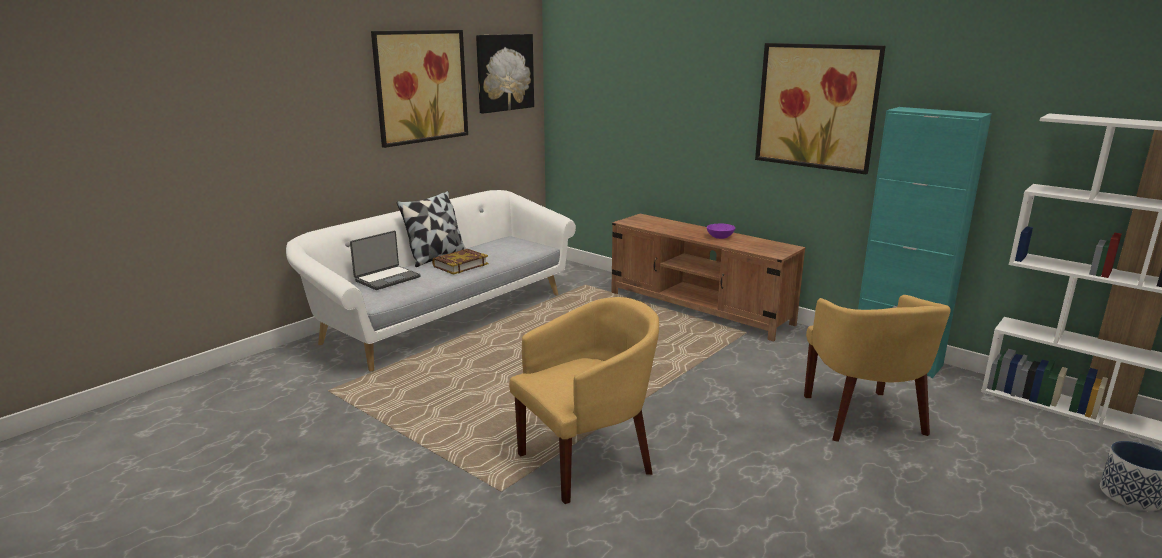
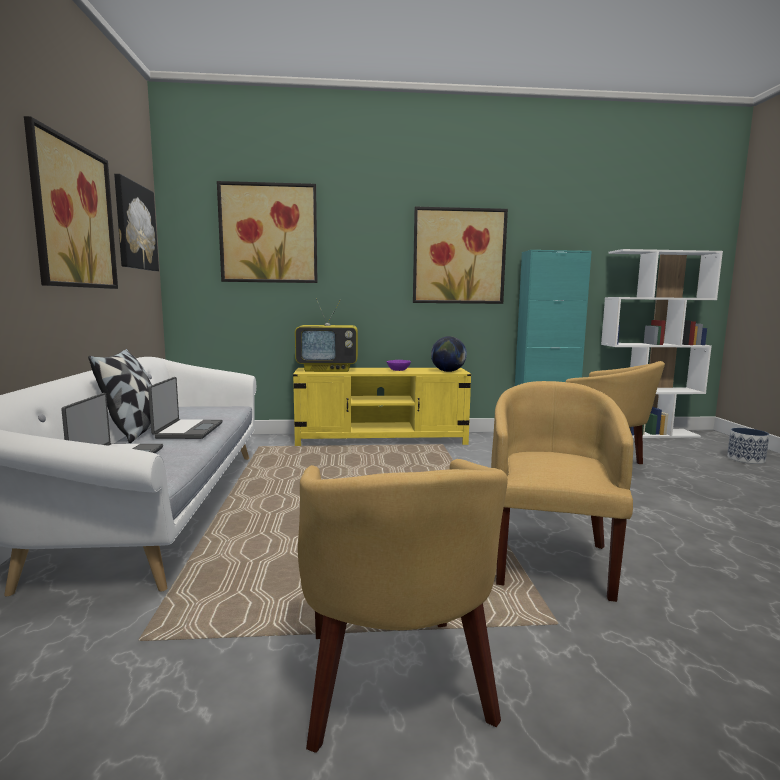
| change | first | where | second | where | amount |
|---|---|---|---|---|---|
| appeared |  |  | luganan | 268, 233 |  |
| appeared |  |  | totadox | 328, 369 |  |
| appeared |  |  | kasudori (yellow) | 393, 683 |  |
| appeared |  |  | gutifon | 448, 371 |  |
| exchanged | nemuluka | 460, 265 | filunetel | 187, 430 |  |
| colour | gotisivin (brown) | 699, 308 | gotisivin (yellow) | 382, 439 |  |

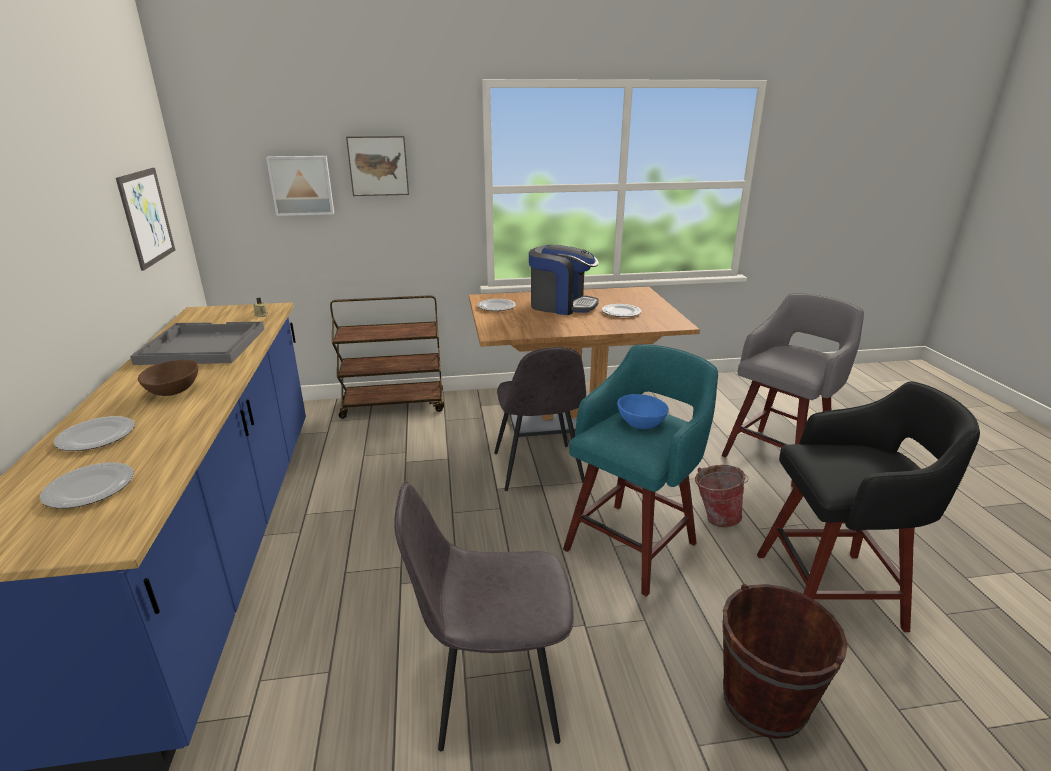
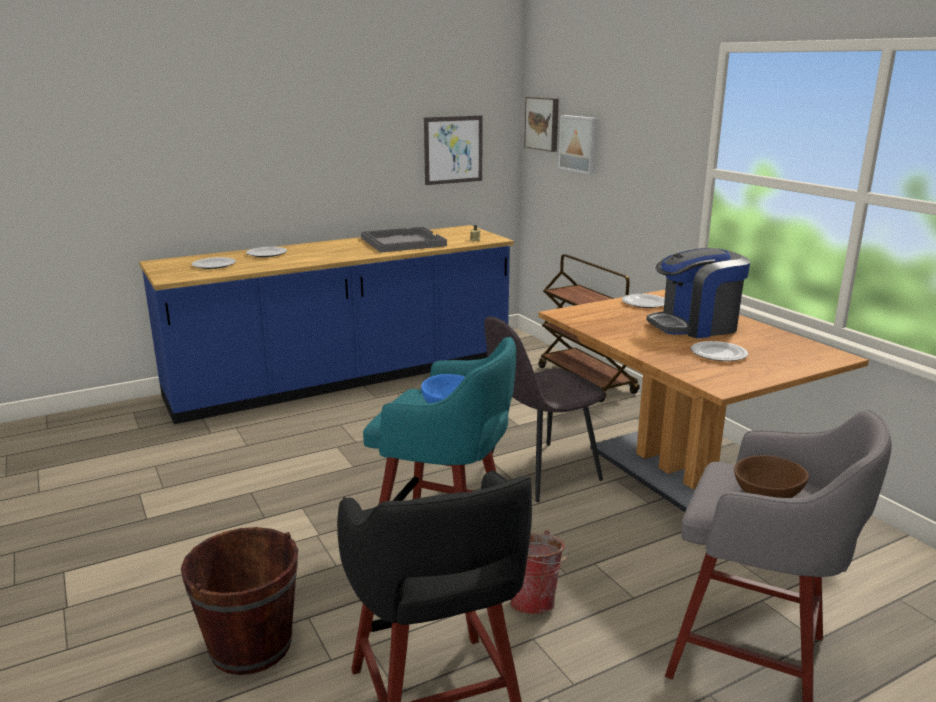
| change | first | where | second | where | amount |
|---|---|---|---|---|---|
| missing | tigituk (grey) | 492, 687 |  |  |  |
| relocated | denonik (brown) | 174, 390 |  | 767, 495 |  |
| relocated | luganan | 378, 165 |  | 543, 123 |  |
| spun | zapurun | 561, 305 |  | 695, 326 | 75 degrees clockwise |

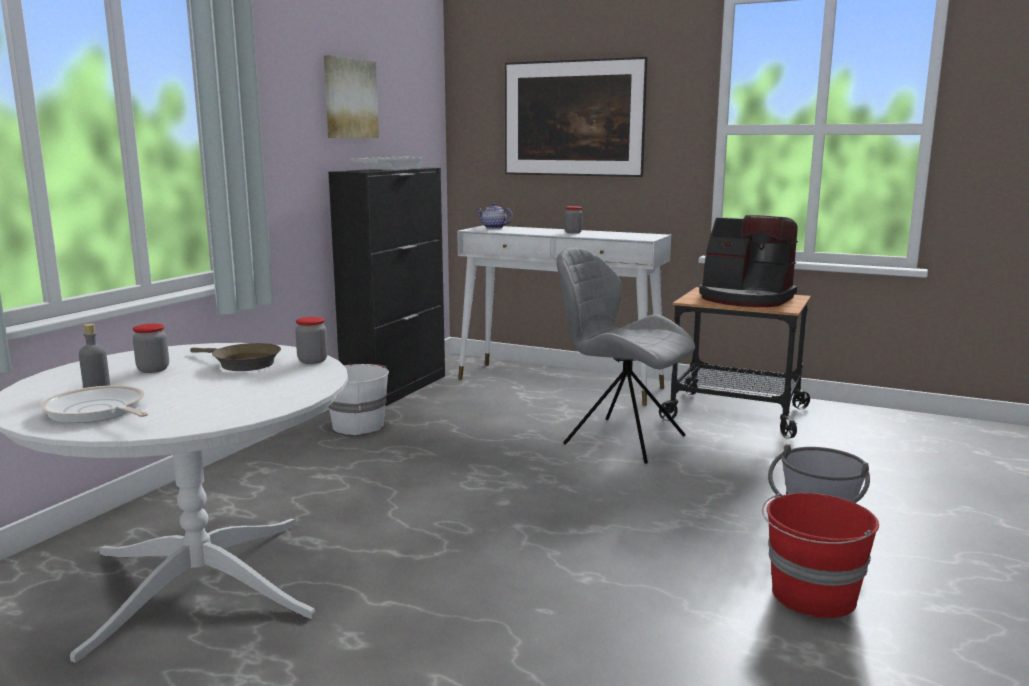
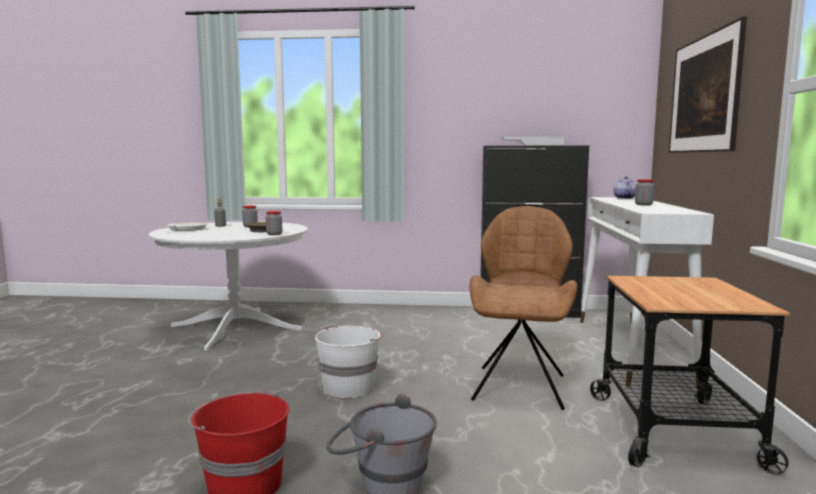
| change | first | where | second | where | amount |
|---|---|---|---|---|---|
| missing | luganan | 349, 98 |  |  |  |
| missing | zapurun | 745, 298 |  |  |  |
| relocated | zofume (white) | 357, 425 |  | 349, 387 |  |
| colour | tigituk (grey) | 620, 439 | tigituk (brown) | 520, 386 |  |

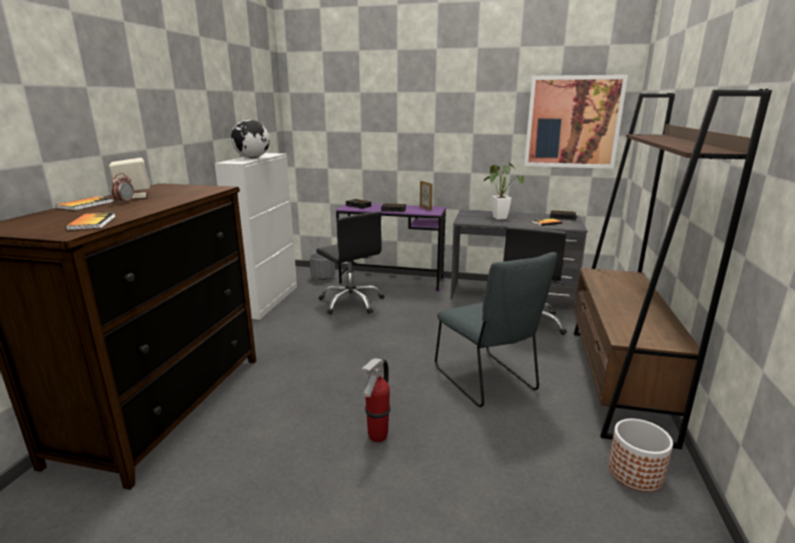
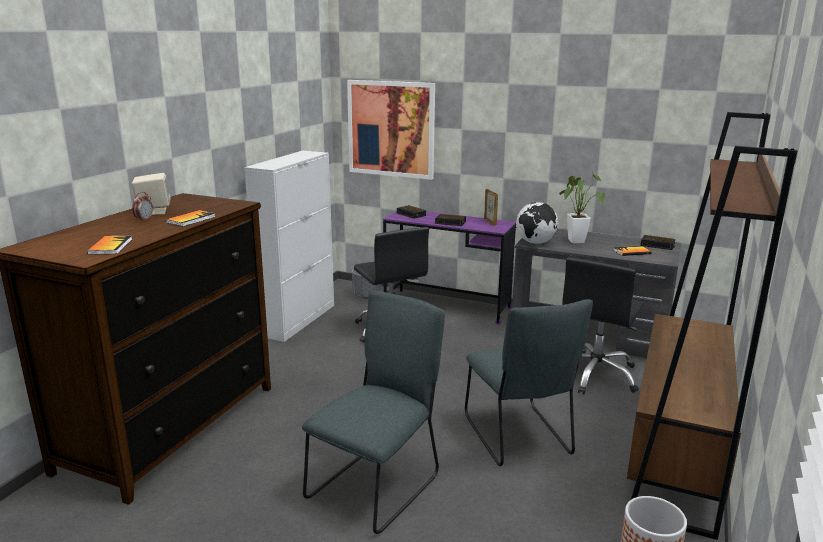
| change | first | where | second | where | amount |
|---|---|---|---|---|---|
| relocated | nemuluka | 86, 205 |  | 191, 219 |  |
| relocated | gutifon | 252, 158 |  | 535, 243 |  |
| relocated | luganan | 573, 122 |  | 391, 129 |  |
| exchanged | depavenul | 377, 437 | tigituk (grey) | 378, 484 |  |

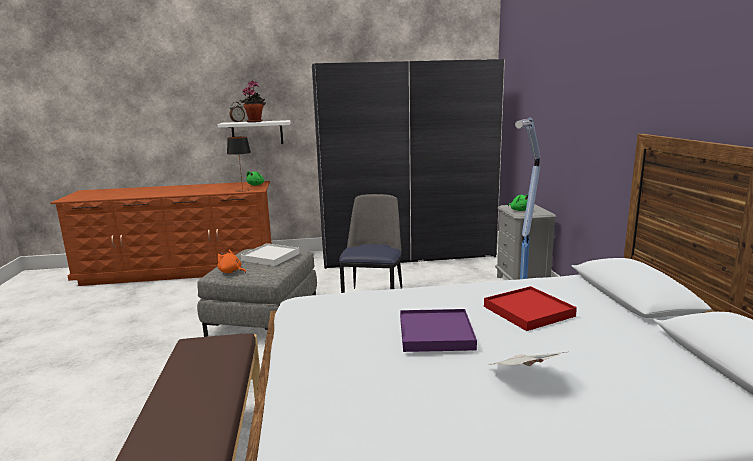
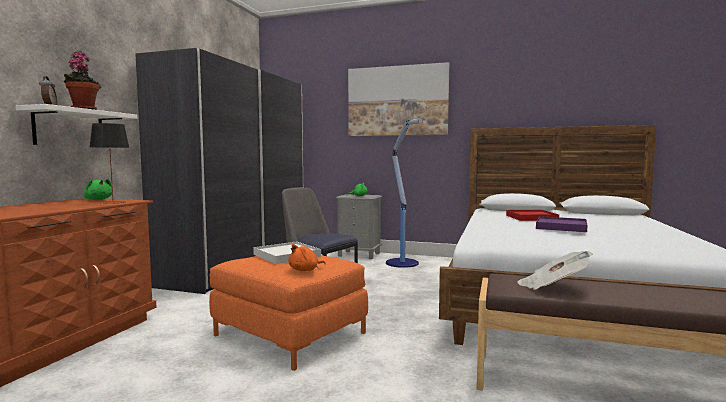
| change | first | where | second | where | amount |
|---|---|---|---|---|---|
| appeared |  |  | luganan | 397, 101 |  |
| relocated | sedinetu | 525, 377 |  | 552, 287 |  |
| colour | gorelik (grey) | 264, 318 | gorelik (orange) | 290, 334 |  |

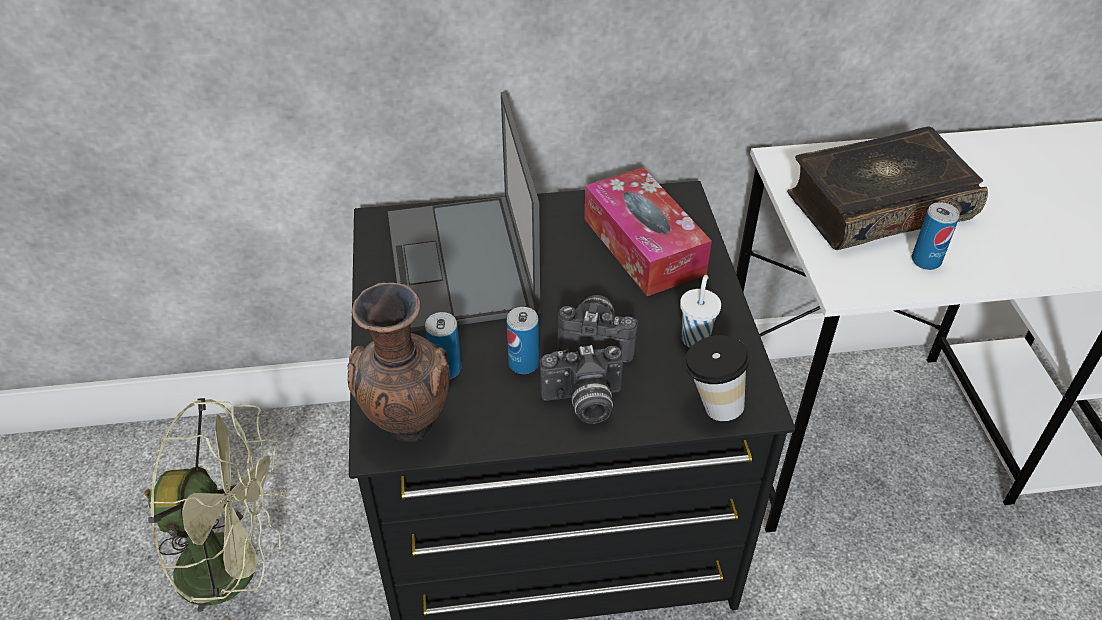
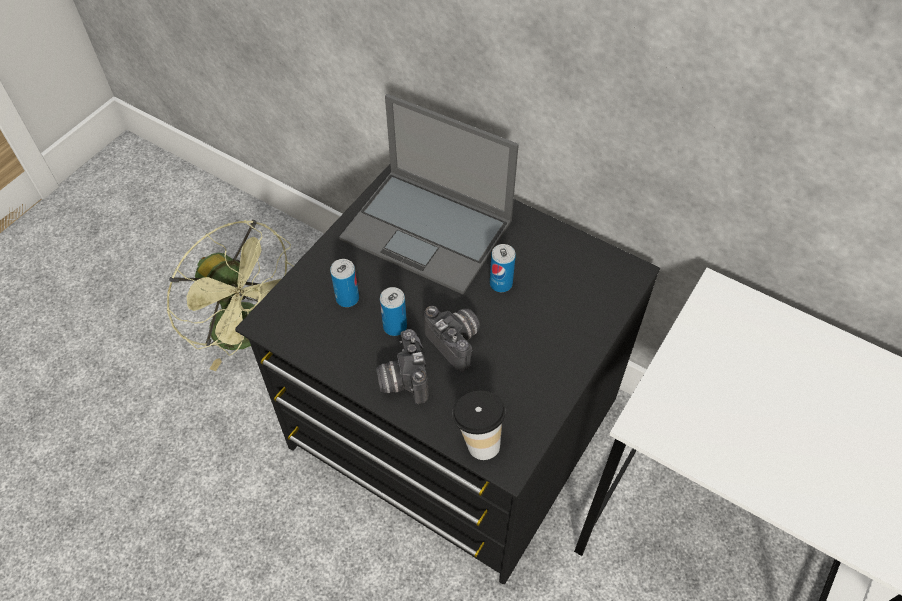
| change | first | where | second | where | amount |
|---|---|---|---|---|---|
| missing | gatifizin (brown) | 407, 429 |  |  |  |
| missing | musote | 643, 246 |  |  |  |
| missing | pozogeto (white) | 695, 338 |  |  |  |
| missing | nemuluka | 877, 205 |  |  |  |
| relocated | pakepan | 926, 261 |  | 501, 284 |  |
| spun | filunetel | 462, 264 |  | 428, 230 | 90 degrees counterclockwise |
| spun | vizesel | 583, 403 |  | 402, 379 | 45 degrees clockwise |

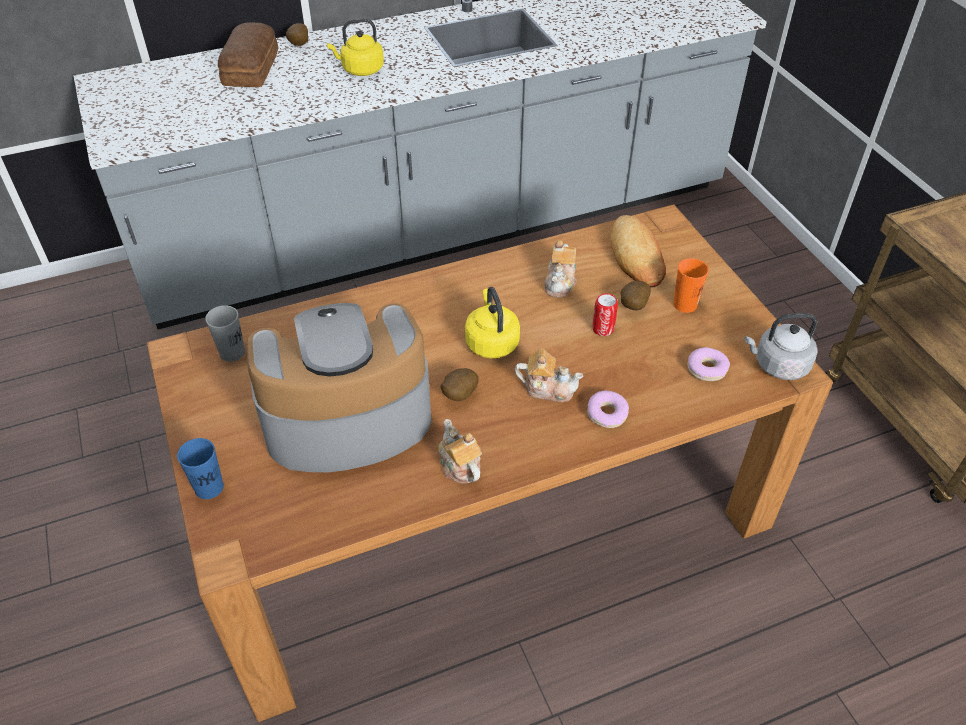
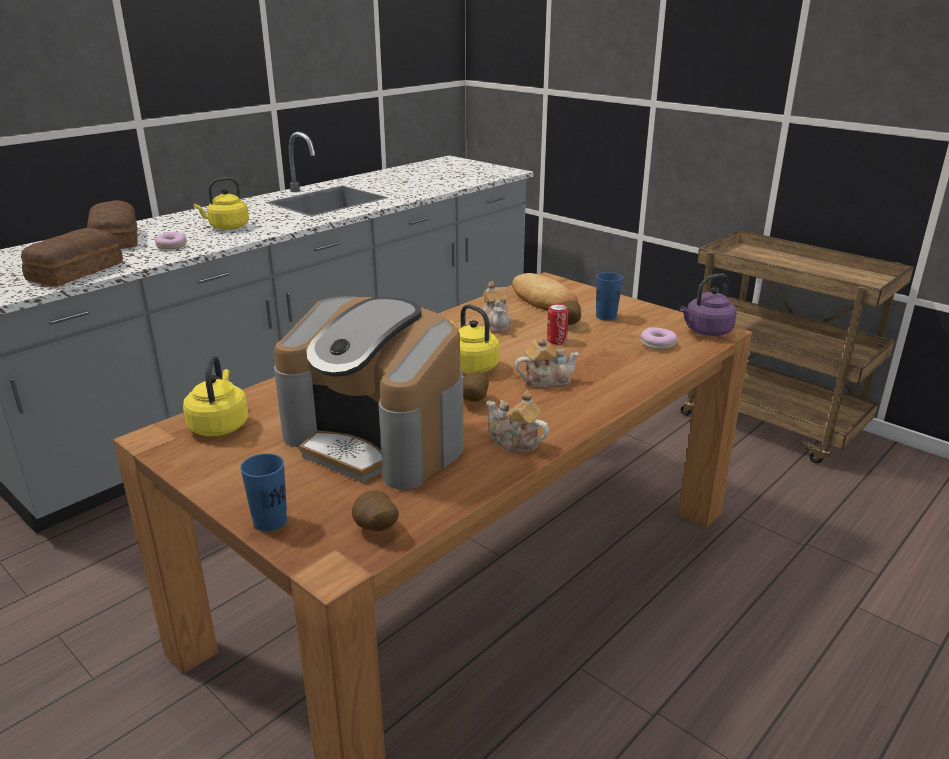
| change | first | where | second | where | amount |
|---|---|---|---|---|---|
| appeared |  |  | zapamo | 73, 272 |  |
| relocated | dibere | 298, 46 |  | 375, 530 |  |
| relocated | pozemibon | 606, 414 |  | 171, 246 |  |
| exchanged | pozogeto (grey) | 232, 353 | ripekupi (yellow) | 219, 425 |  |
| colour | pozogeto (orange) | 685, 304 | pozogeto (blue) | 606, 316 |  |
| colour | ripekupi (grey) | 778, 365 | ripekupi (purple) | 706, 331 |  |
| spun | zapurun | 346, 418 |  | 378, 439 | 105 degrees counterclockwise |

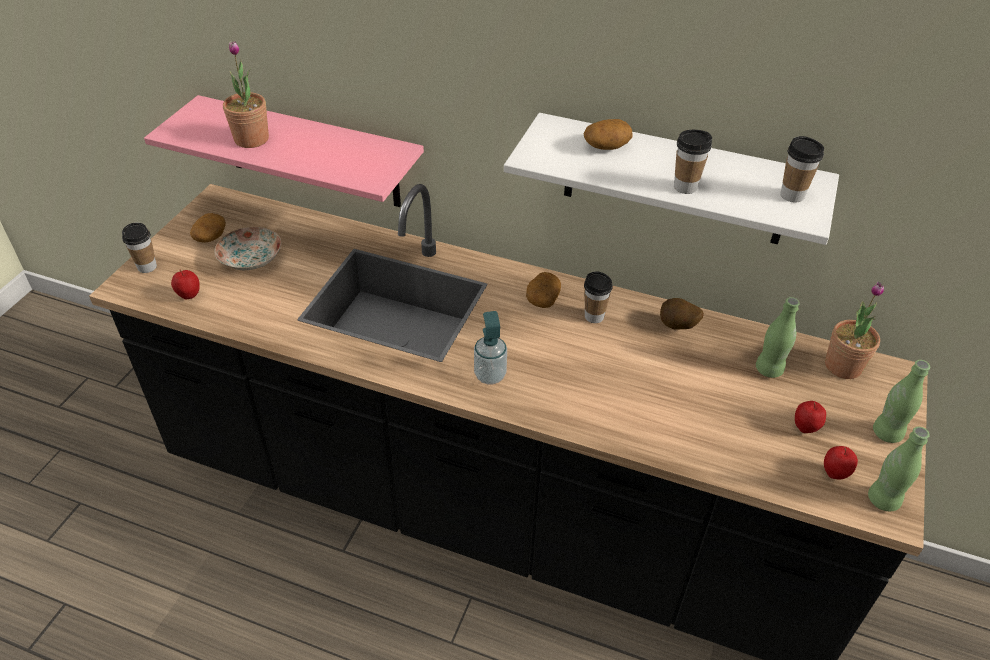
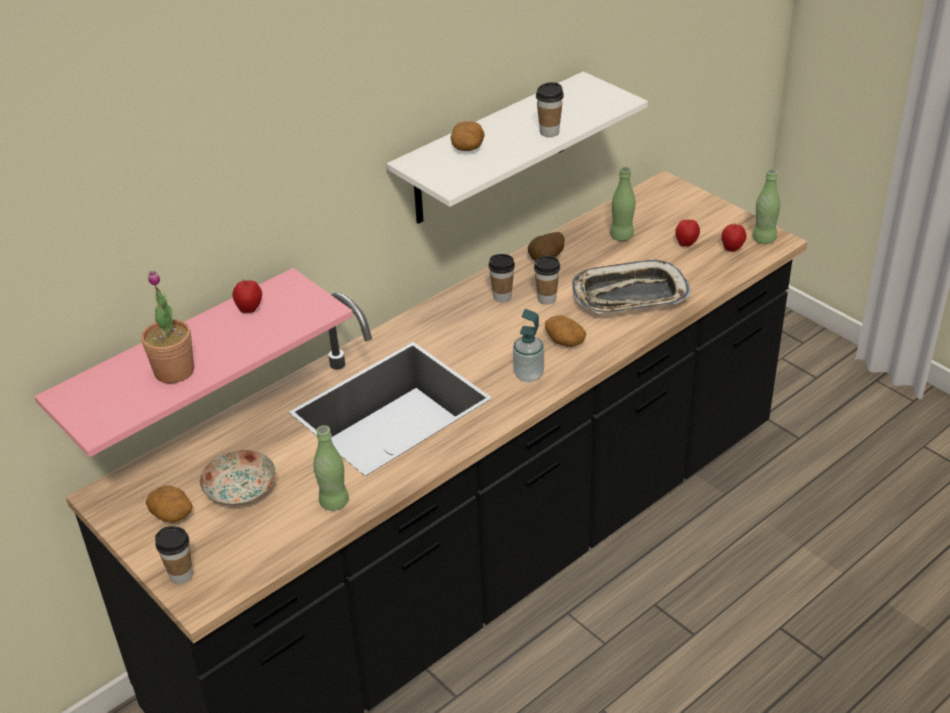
| change | first | where | second | where | amount |
|---|---|---|---|---|---|
| missing | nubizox | 843, 366 |  |  |  |
| appeared |  |  | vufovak | 629, 296 |  |
| relocated | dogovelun | 189, 296 |  | 250, 310 |  |
| relocated | dibere | 542, 298 |  | 564, 340 |  |
| relocated | pozogeto | 792, 195 |  | 547, 299 |  |
| relocated | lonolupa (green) | 887, 433 |  | 334, 502 |  |

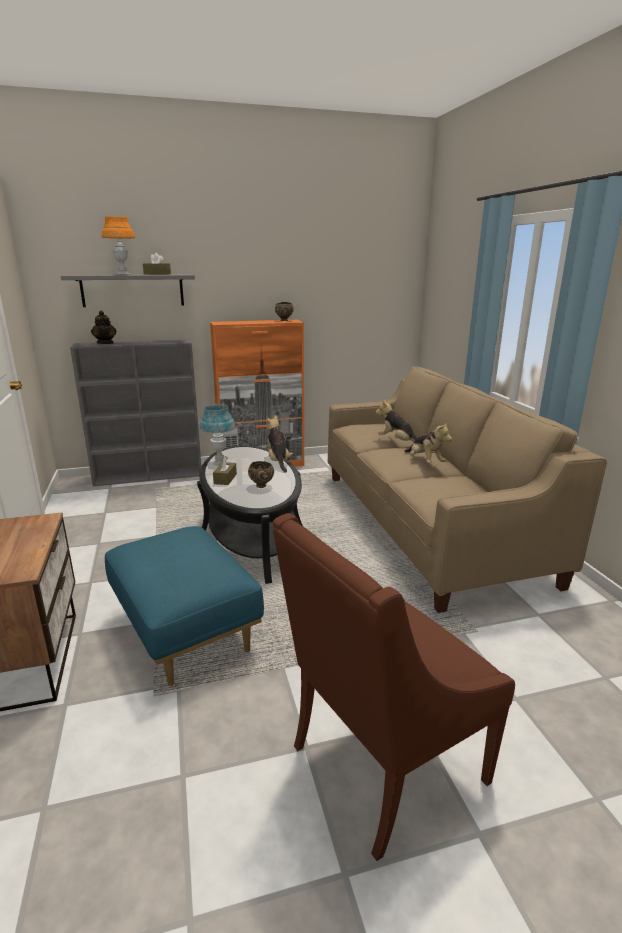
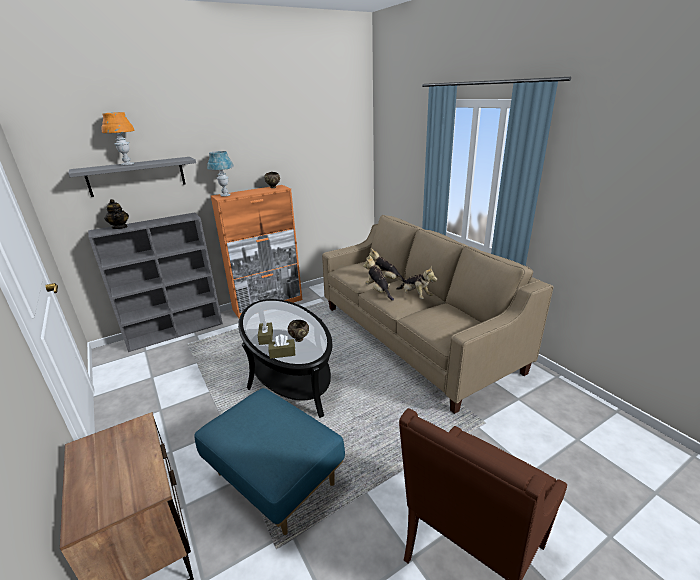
| change | first | where | second | where | amount |
|---|---|---|---|---|---|
| relocated | musote (brown) | 157, 274 |  | 282, 353 |  |
| relocated | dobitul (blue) | 219, 463 |  | 225, 195 |  |
| relocated | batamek | 278, 461 |  | 378, 291 |  |

